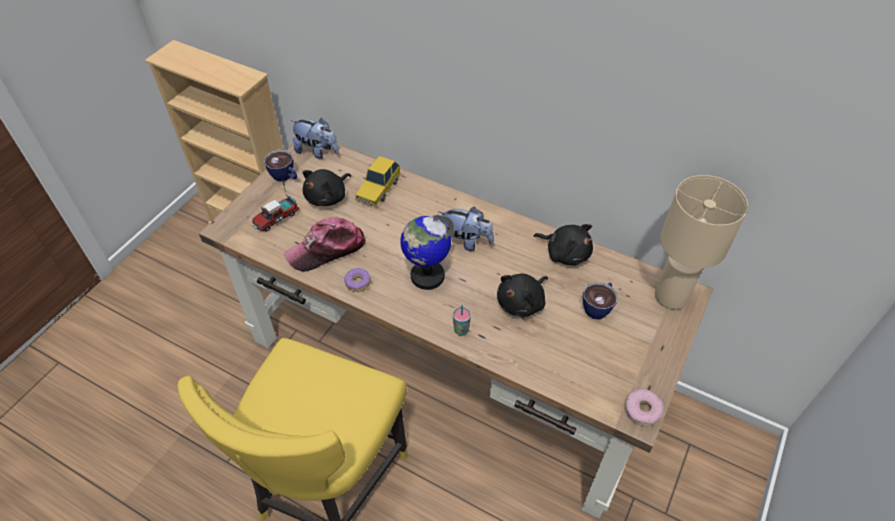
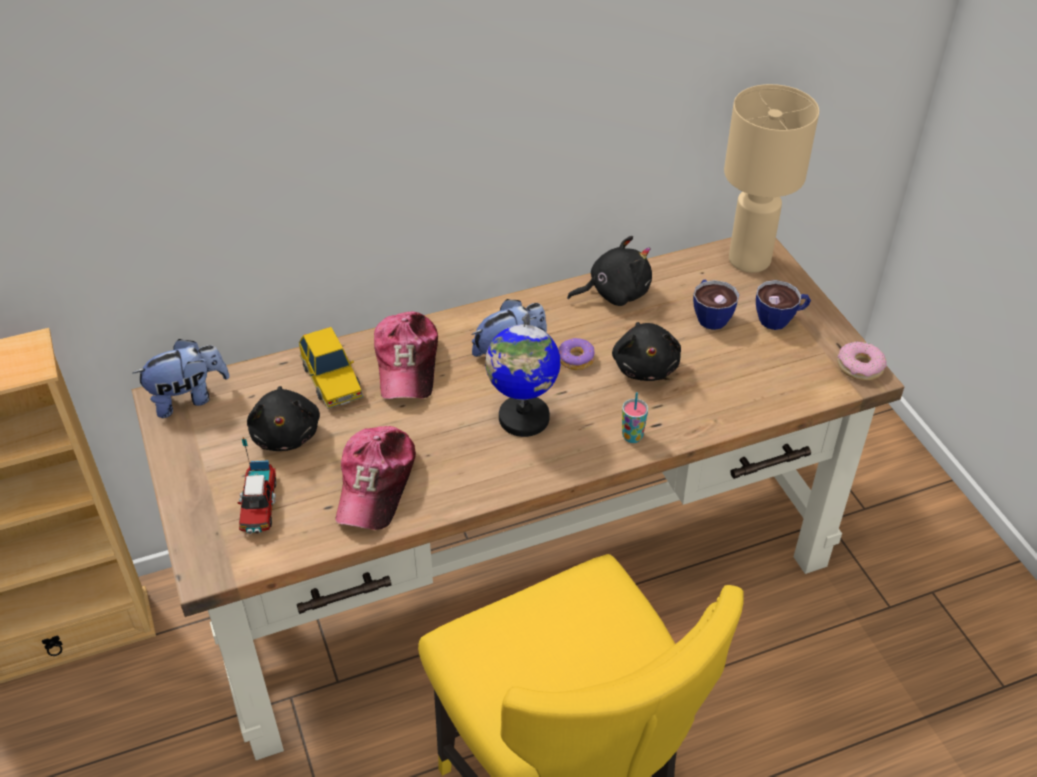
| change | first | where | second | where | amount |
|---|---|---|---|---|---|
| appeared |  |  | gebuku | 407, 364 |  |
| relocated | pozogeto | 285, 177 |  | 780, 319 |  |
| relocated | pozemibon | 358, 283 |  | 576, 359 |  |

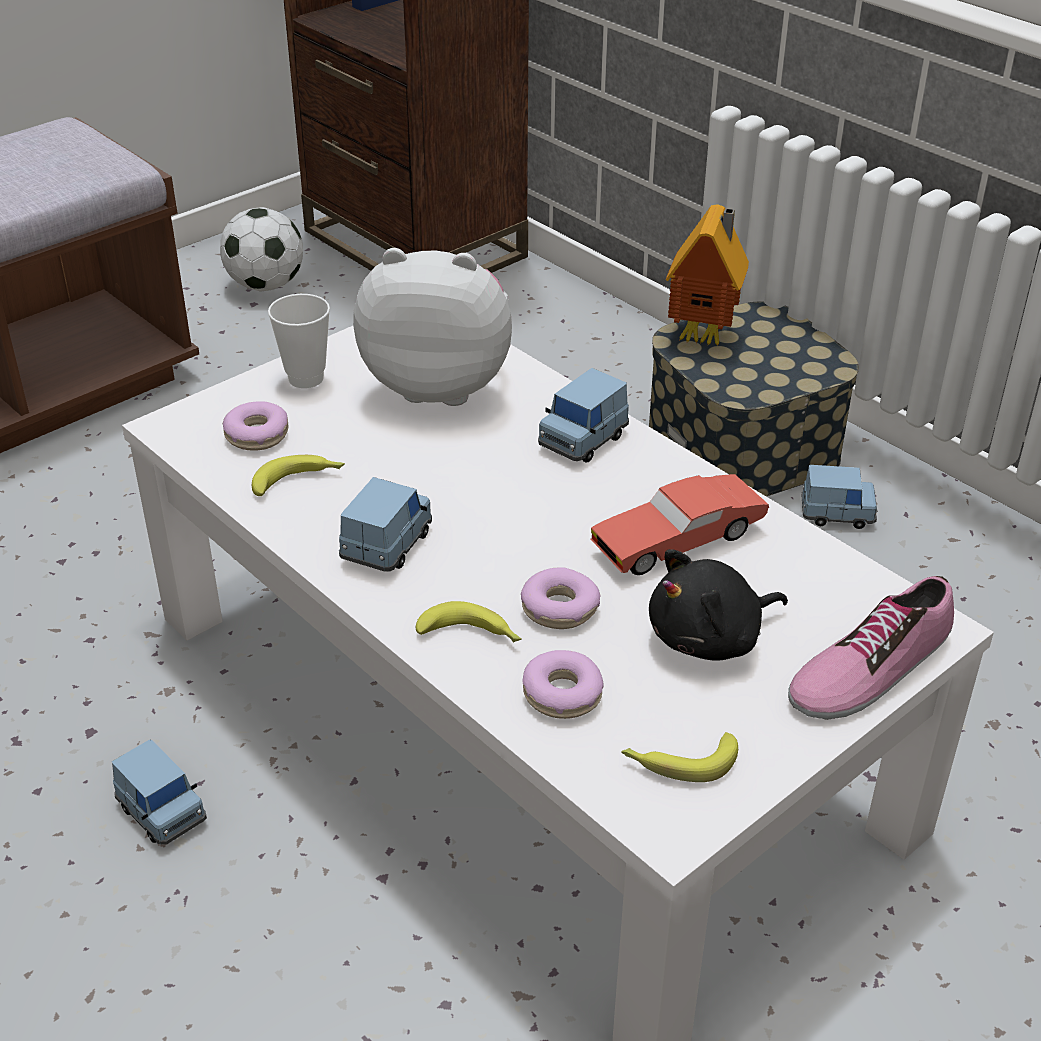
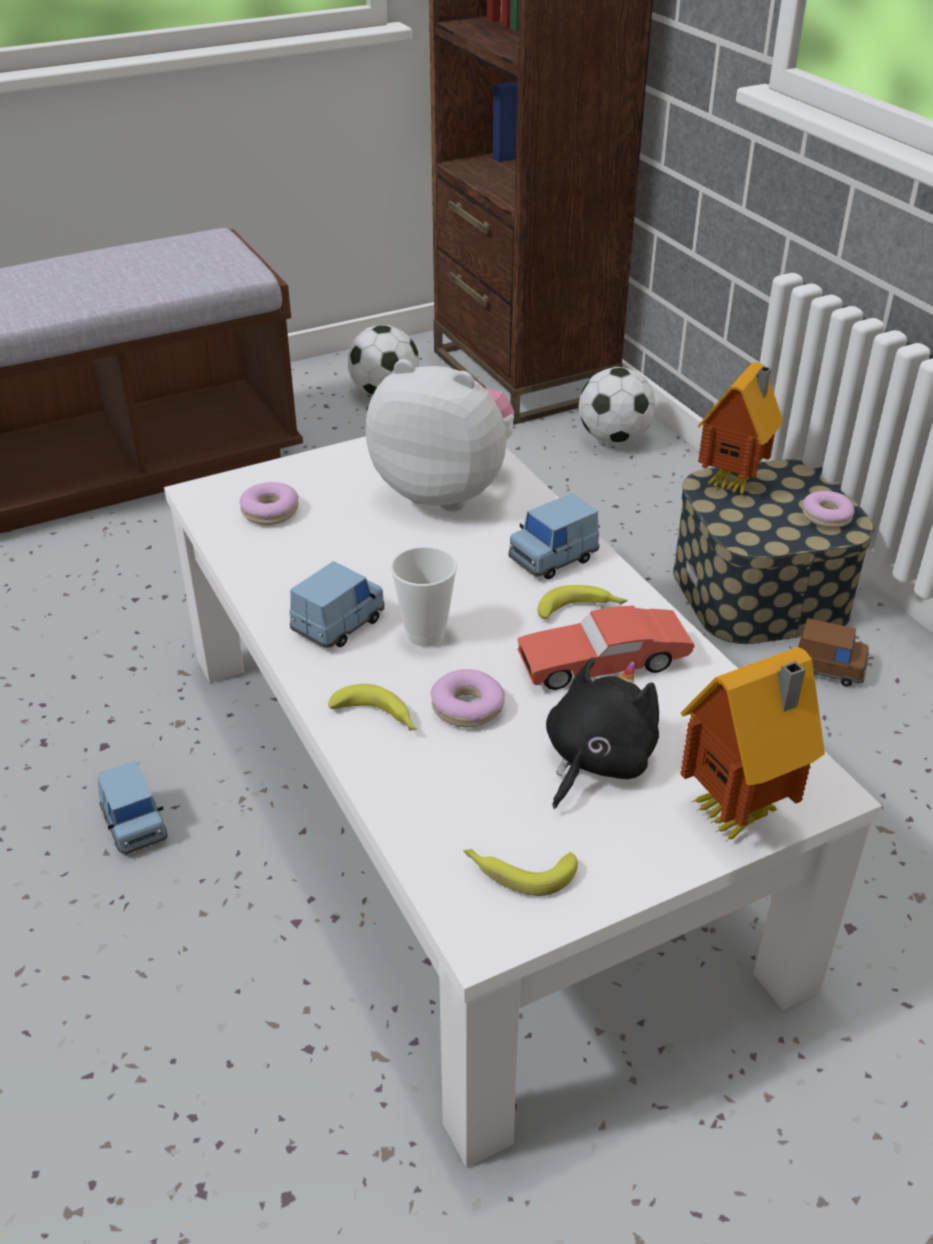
| change | first | where | second | where | amount |
|---|---|---|---|---|---|
| appeared |  |  | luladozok | 614, 439 |  |
| relocated | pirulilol | 299, 481 |  | 581, 610 |  |
| relocated | pozogeto | 306, 378 |  | 425, 634 |  |
| relocated | pozemibon | 562, 694 |  | 826, 516 |  |
| exchanged | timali | 869, 667 | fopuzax | 739, 817 |  |
| colour | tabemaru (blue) | 837, 514 | tabemaru (brown) | 828, 669 |  |
| spun | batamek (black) | 710, 638 |  | 596, 760 | 135 degrees clockwise |

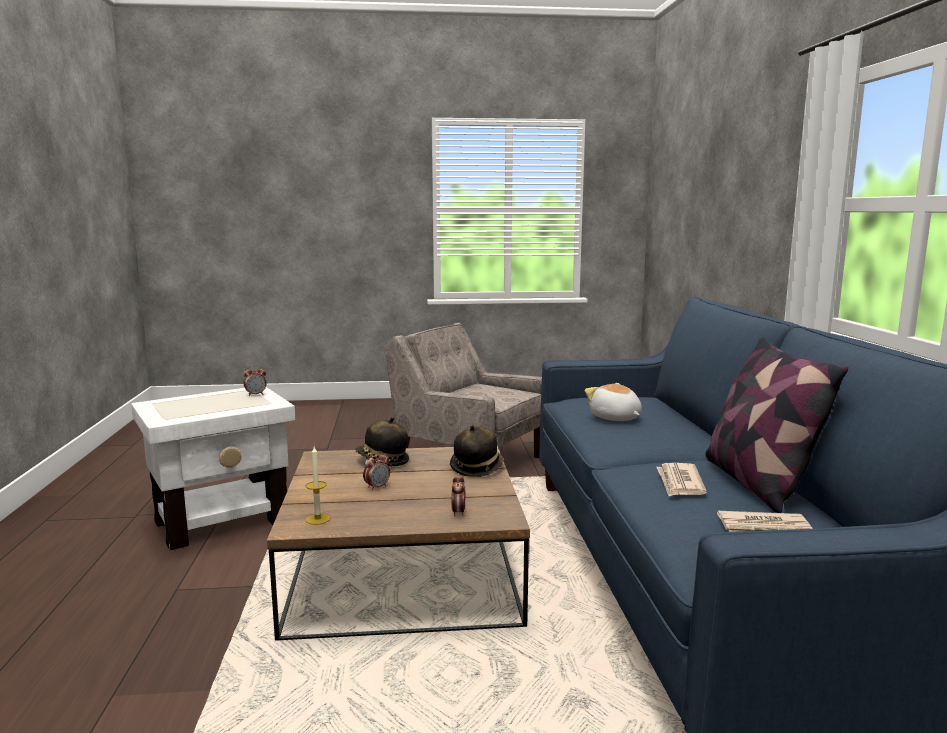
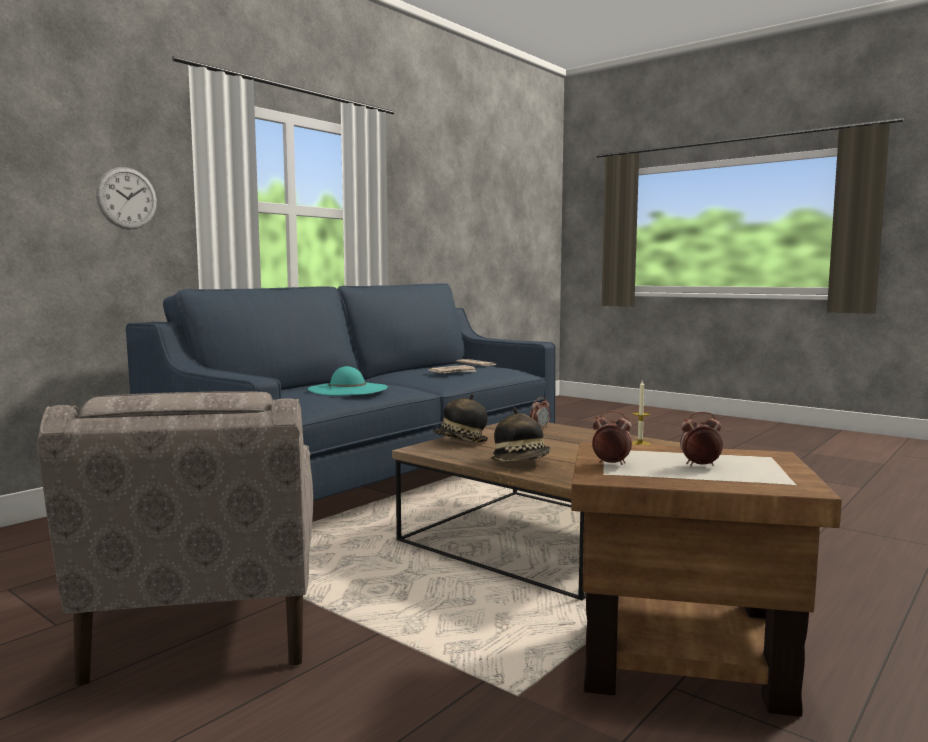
| change | first | where | second | where | amount |
|---|---|---|---|---|---|
| missing | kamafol | 757, 483 |  |  |  |
| appeared |  |  | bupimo | 127, 198 |  |
| relocated | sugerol | 377, 487 |  | 700, 465 |  |
| exchanged | batamek | 615, 418 | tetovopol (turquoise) | 348, 389 |  |
| colour | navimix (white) | 222, 521 | navimix (brown) | 682, 665 |  |

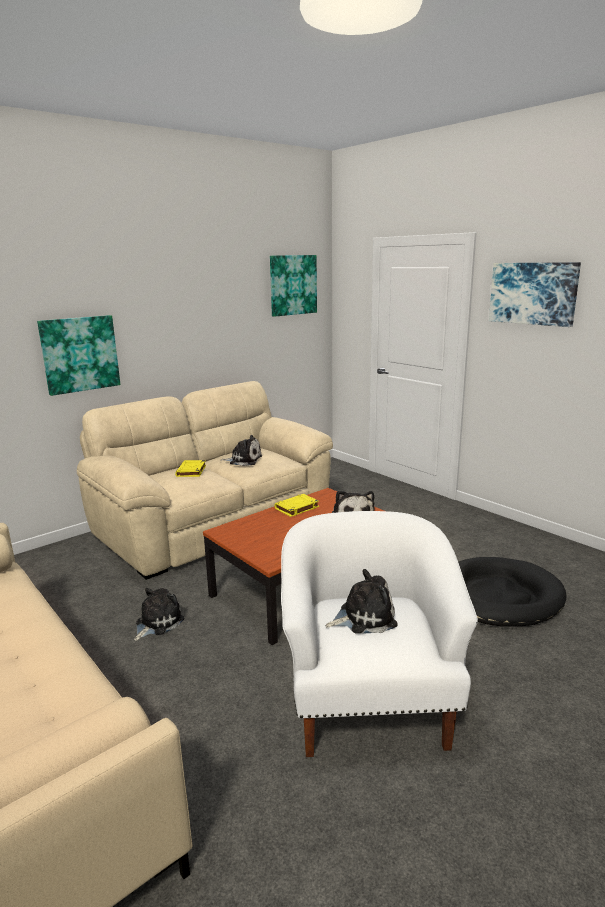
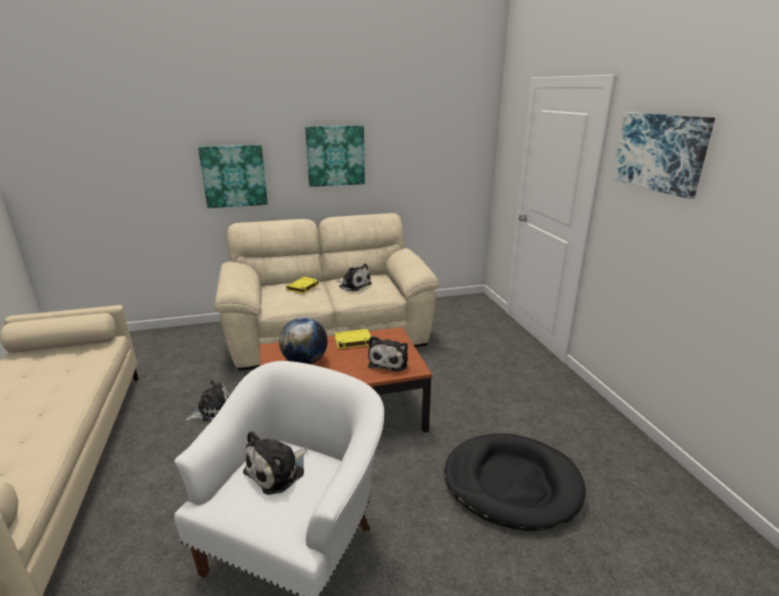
| change | first | where | second | where | amount |
|---|---|---|---|---|---|
| appeared |  |  | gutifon | 305, 361 |  |
| relocated | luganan | 292, 285 |  | 335, 156 |  |
| spun | batamek | 364, 617 |  | 278, 471 | 120 degrees clockwise |

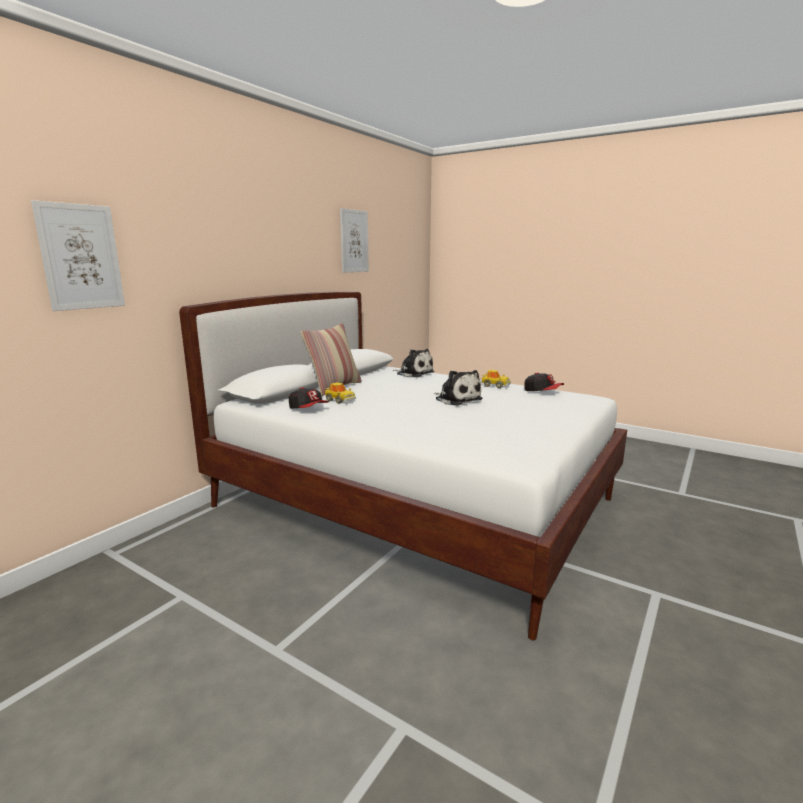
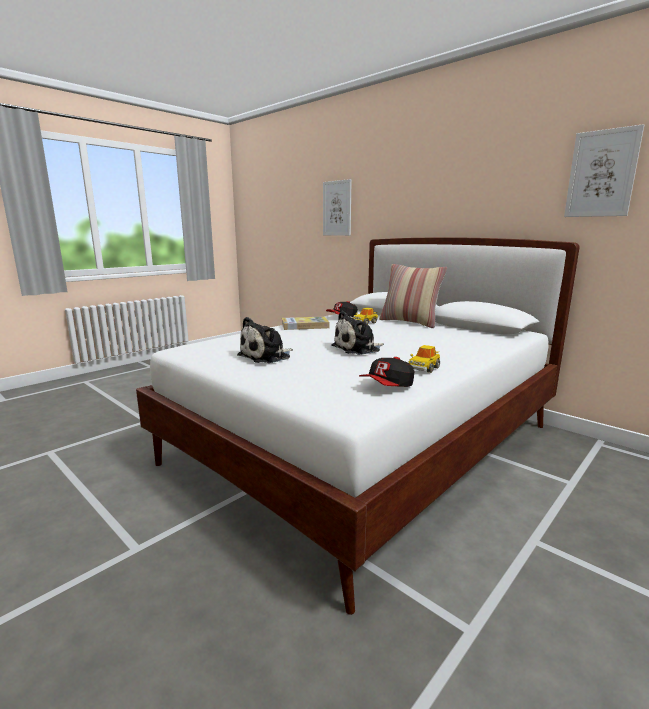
| change | first | where | second | where | amount |
|---|---|---|---|---|---|
| appeared |  |  | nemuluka | 305, 325 |  |
| relocated | batamek | 413, 373 |  | 267, 356 |  |

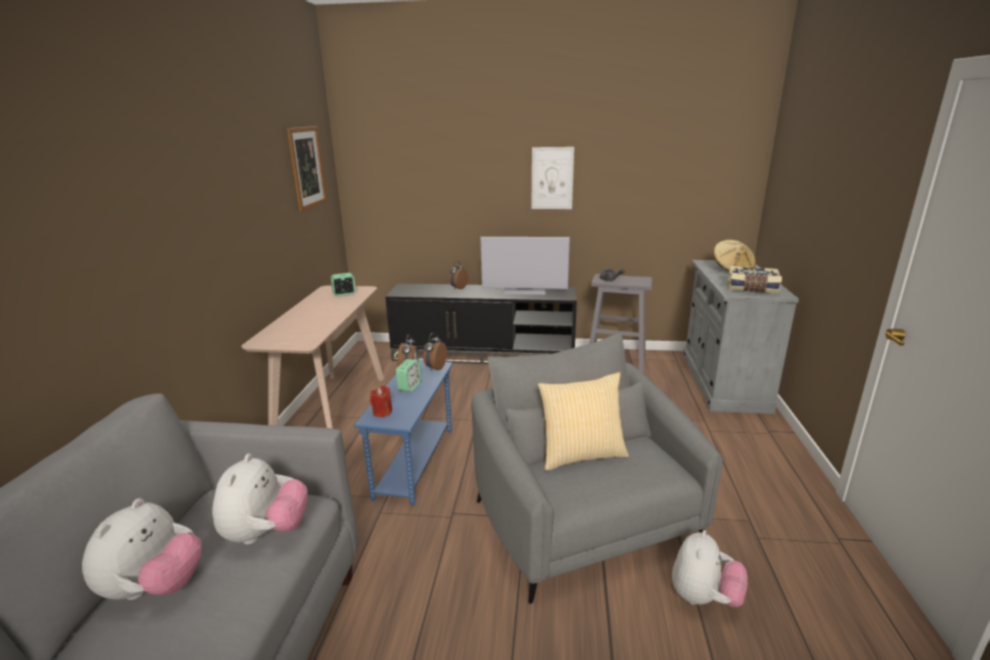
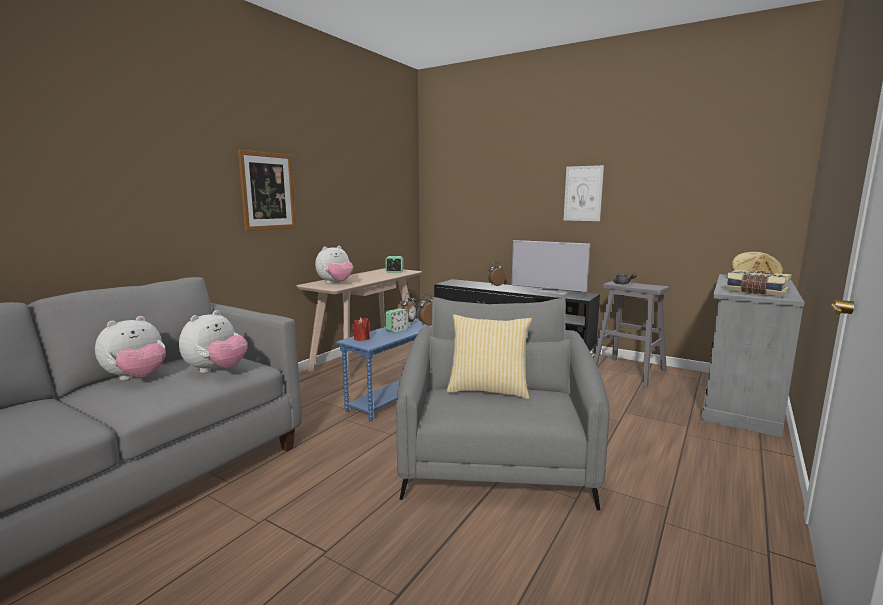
| change | first | where | second | where | amount |
|---|---|---|---|---|---|
| relocated | luganan | 307, 167 |  | 268, 191 |  |
| relocated | batamek | 703, 597 |  | 335, 283 |  |

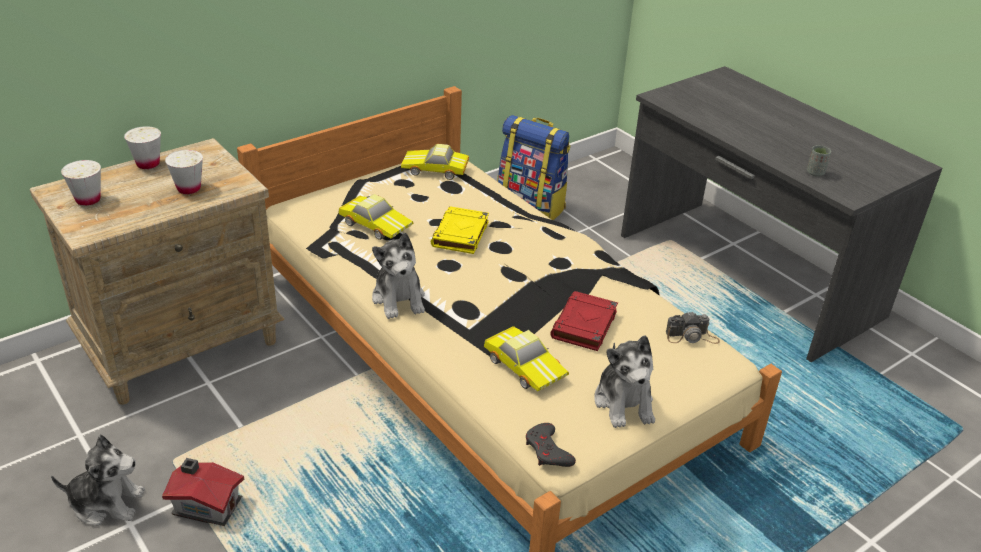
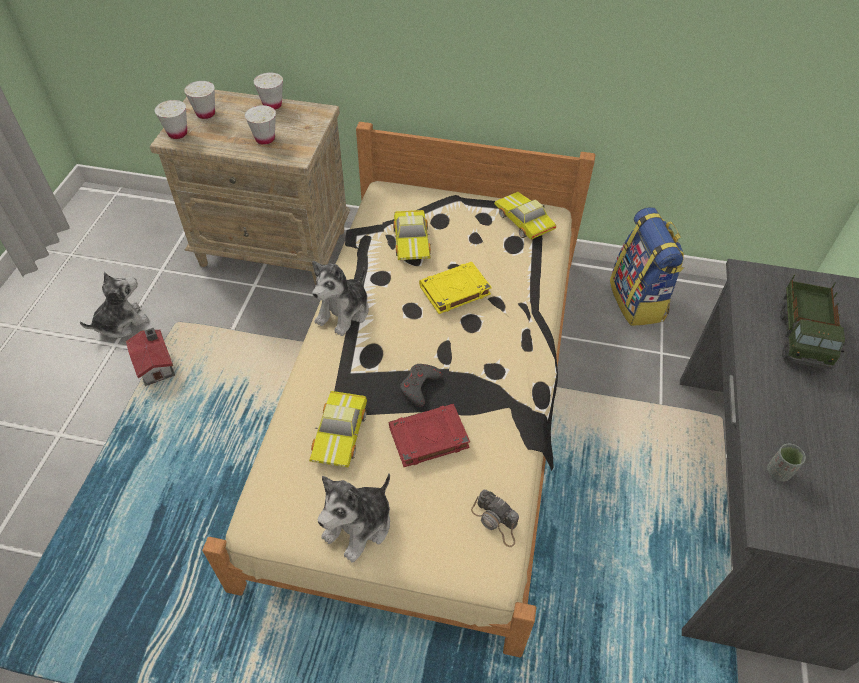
| change | first | where | second | where | amount |
|---|---|---|---|---|---|
| appeared |  |  | pozogeto (white) | 177, 133 |  |
| appeared |  |  | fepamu | 802, 337 |  |
| relocated | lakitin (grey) | 548, 451 |  | 419, 386 |  |
| spun | batamek | 106, 503 |  | 121, 322 | 90 degrees counterclockwise |

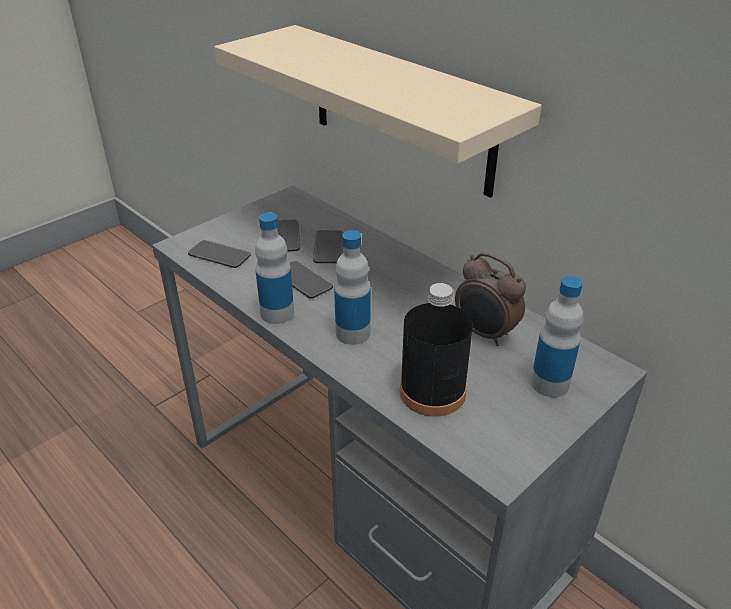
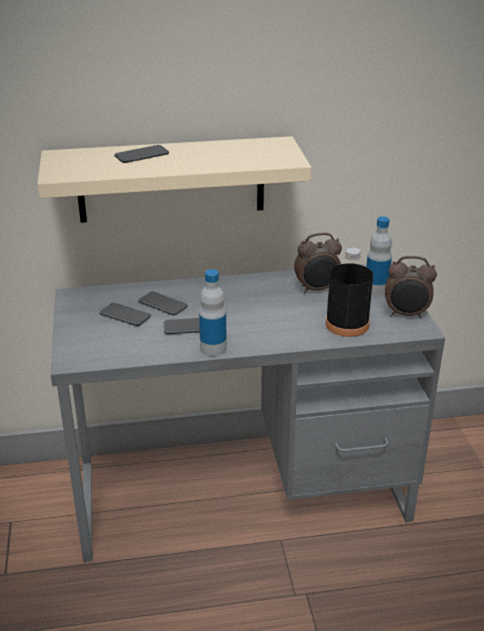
| change | first | where | second | where | amount |
|---|---|---|---|---|---|
| missing | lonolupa | 353, 333 |  |  |  |
| appeared |  |  | sugerol | 406, 314 |  |
| relocated | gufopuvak | 219, 255 |  | 142, 155 |  |

